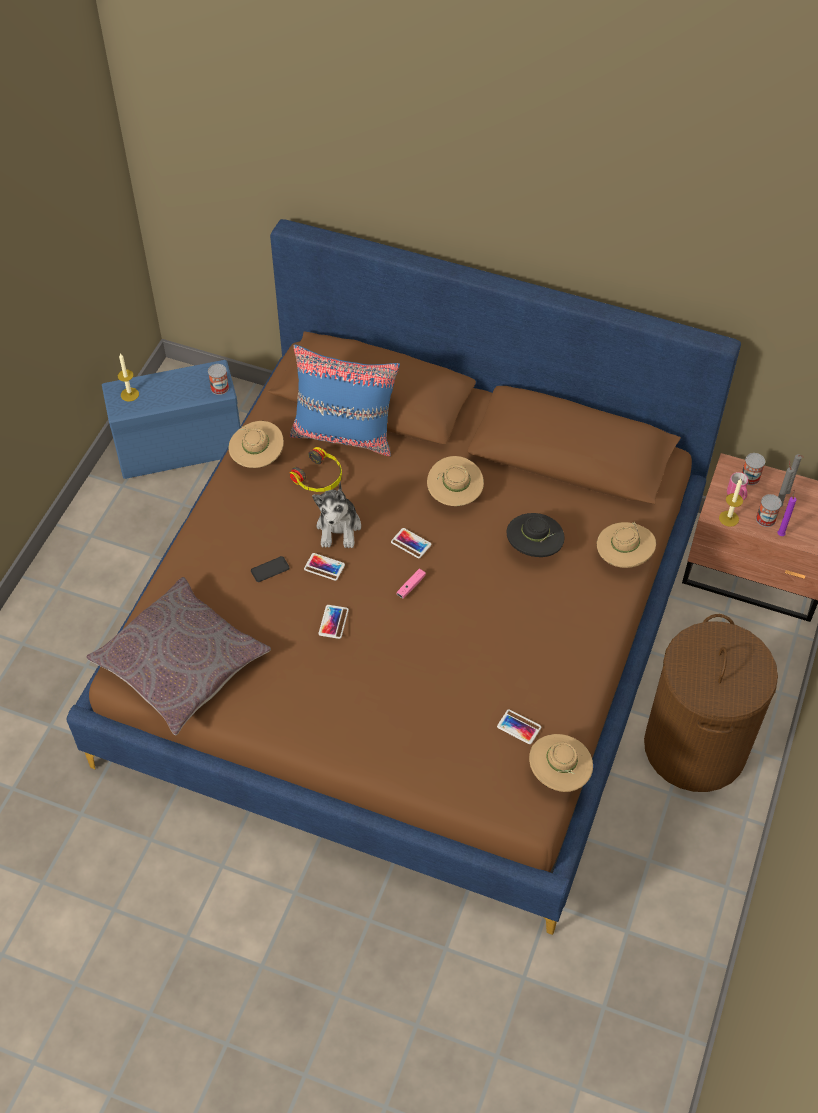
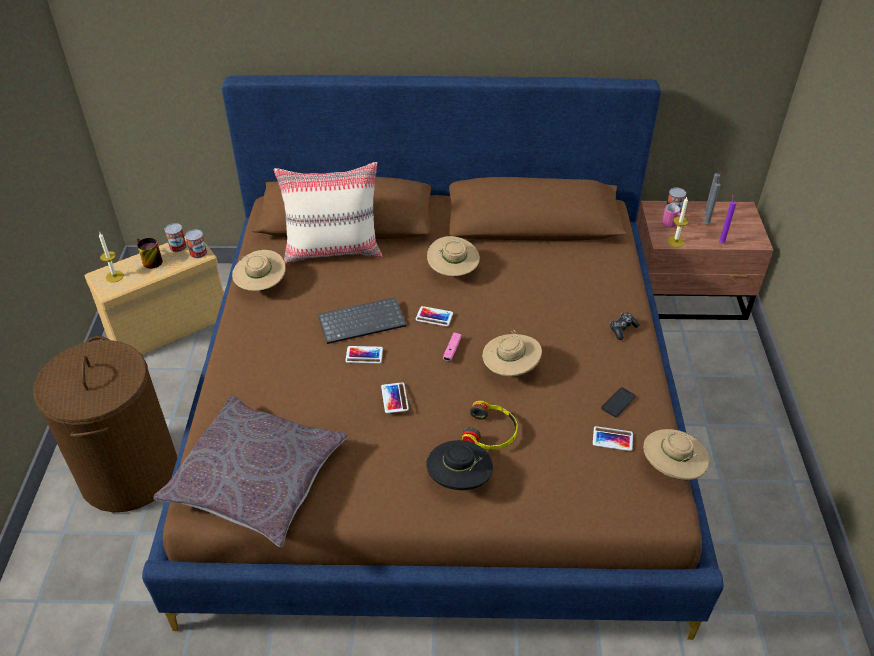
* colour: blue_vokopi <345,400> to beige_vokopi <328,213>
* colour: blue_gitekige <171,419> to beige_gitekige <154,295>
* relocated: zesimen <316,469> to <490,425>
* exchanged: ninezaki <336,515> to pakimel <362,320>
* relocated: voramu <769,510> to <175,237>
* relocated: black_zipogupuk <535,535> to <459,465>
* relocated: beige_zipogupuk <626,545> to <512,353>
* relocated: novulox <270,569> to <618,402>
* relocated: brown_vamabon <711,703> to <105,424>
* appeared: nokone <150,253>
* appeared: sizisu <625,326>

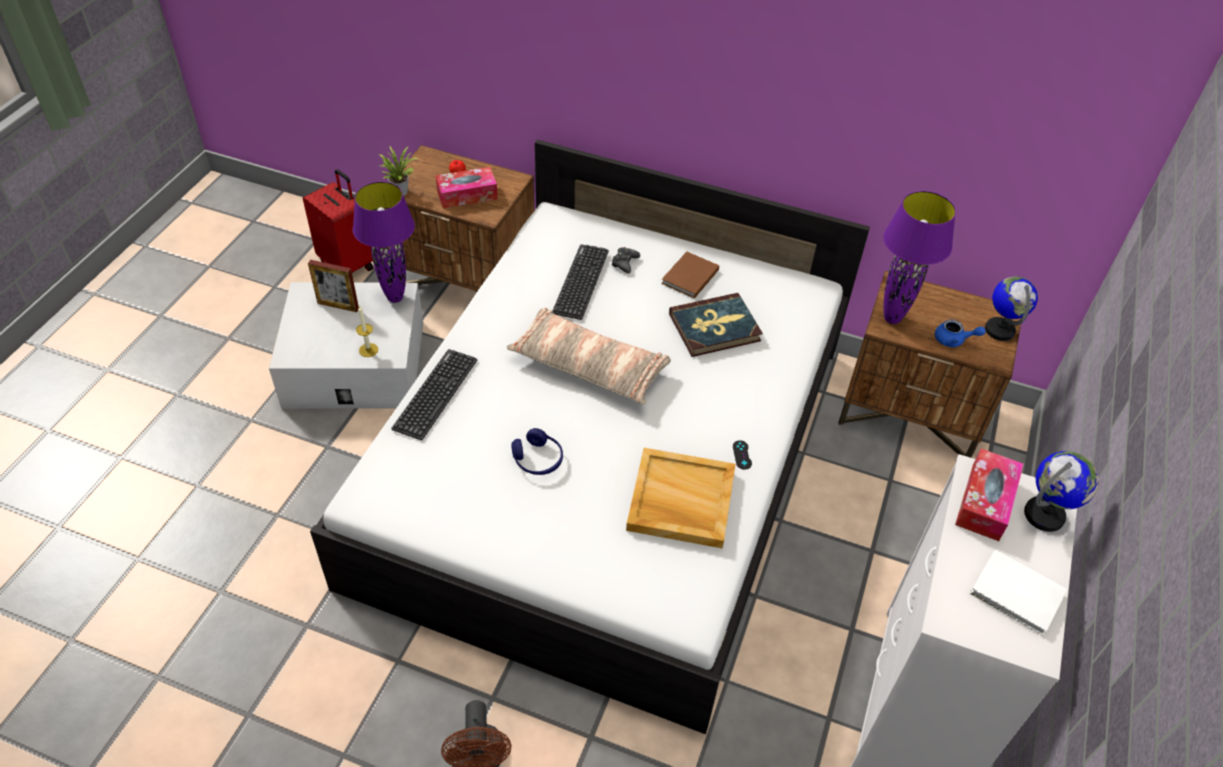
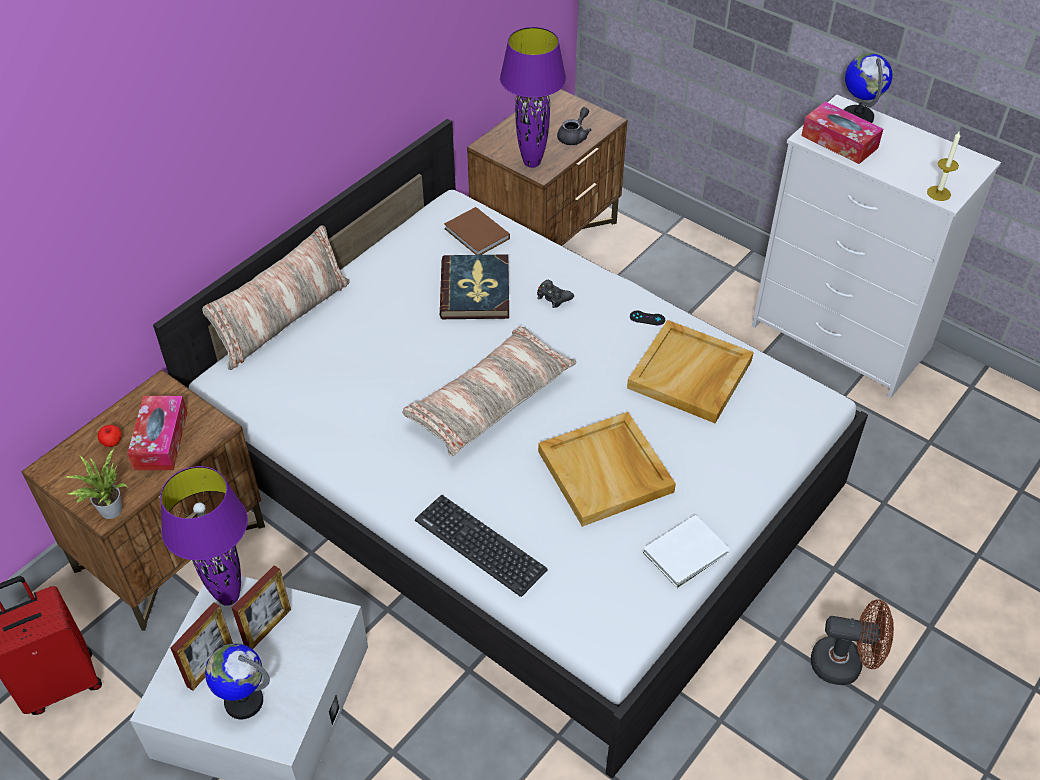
* missing: pakimel <580,282>
* relocated: black_sizisu <625,260> to <555,294>
* relocated: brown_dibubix <690,275> to <477,231>
* relocated: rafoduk <1011,309> to <237,681>
* relocated: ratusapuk <367,331> to <943,166>
* colour: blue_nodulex <960,333> to grey_nodulex <574,126>
* exchanged: blue_zesimen <537,451> to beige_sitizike <607,469>
* relocated: white_dibubix <1018,593> to <686,551>
* appeared: vokopi <276,297>
* appeared: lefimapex <261,607>

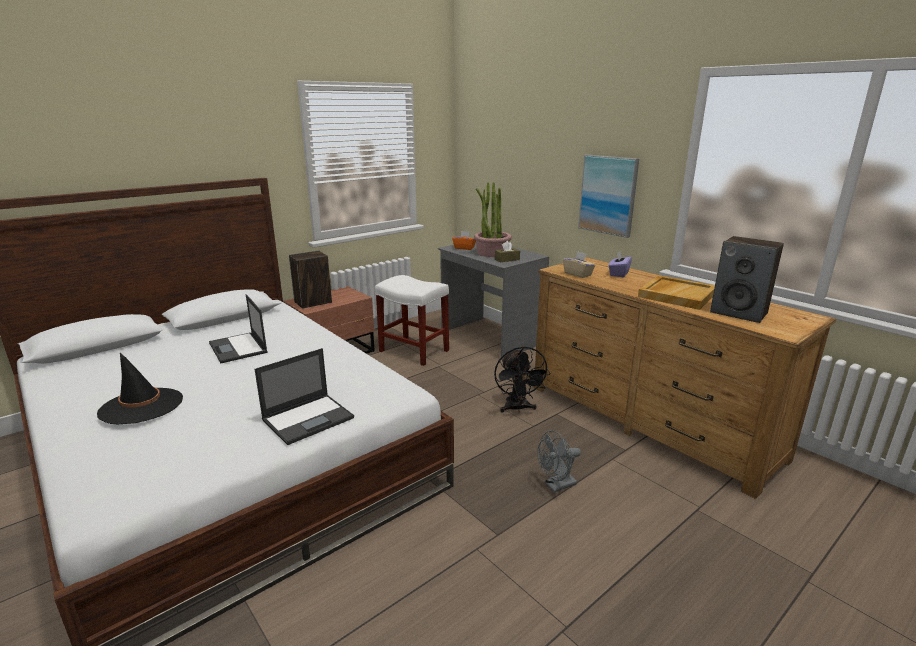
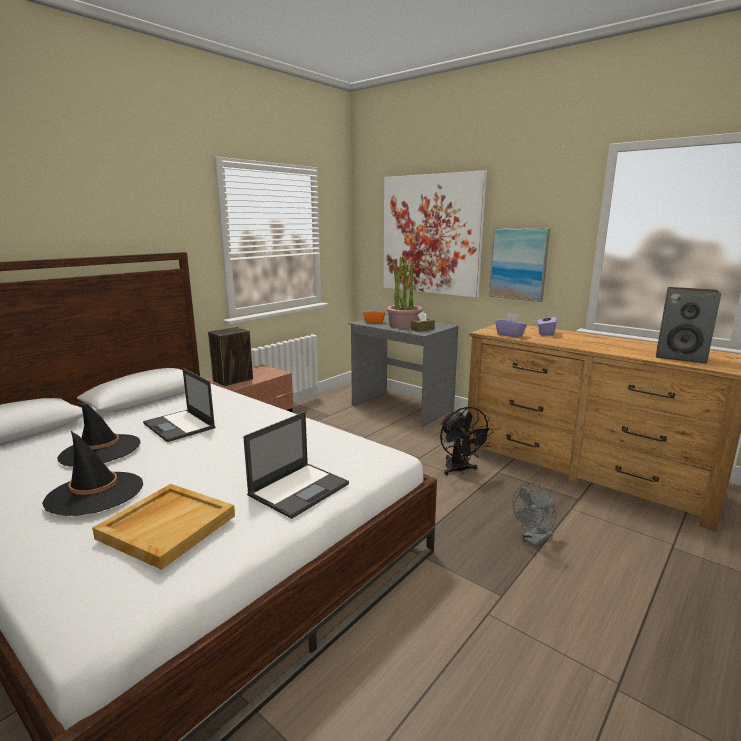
* colour: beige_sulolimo <579,264> to purple_sulolimo <511,325>
* missing: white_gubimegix <412,320>
* relocated: beige_sitizike <676,292> to <163,527>
* appeared: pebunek <435,234>
* appeared: black_zipogupuk <99,434>

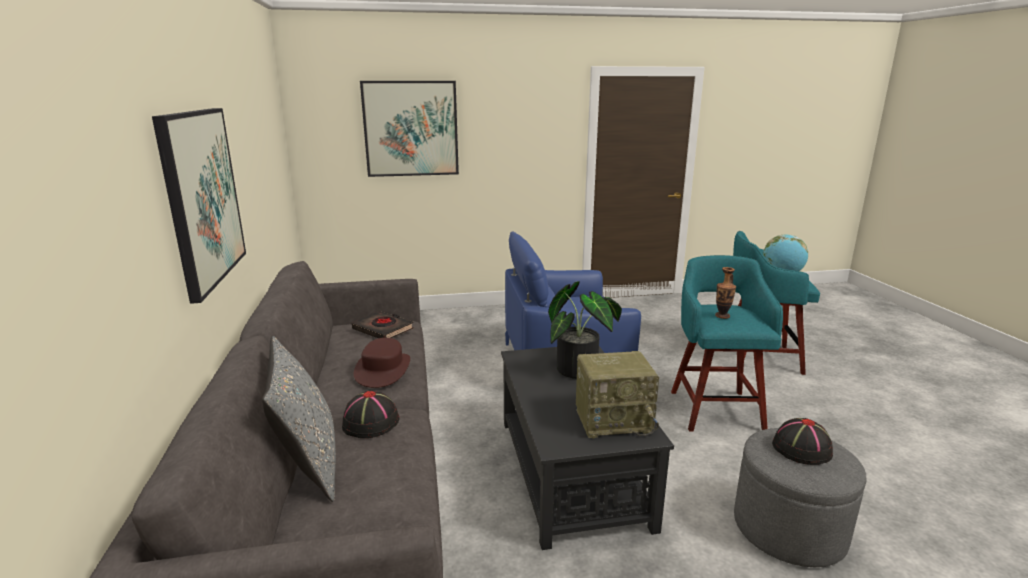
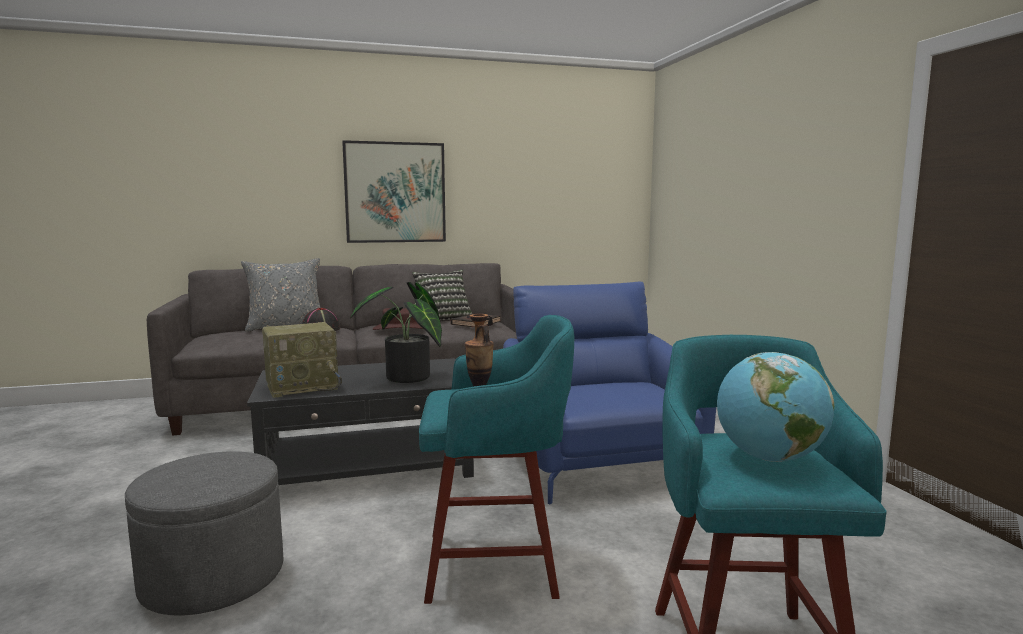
* missing: pebunek <409,129>
* spun: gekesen <617,395> = <302,360> 105 degrees counterclockwise
* missing: black_zipogupuk <802,441>
* appeared: vokopi <442,295>

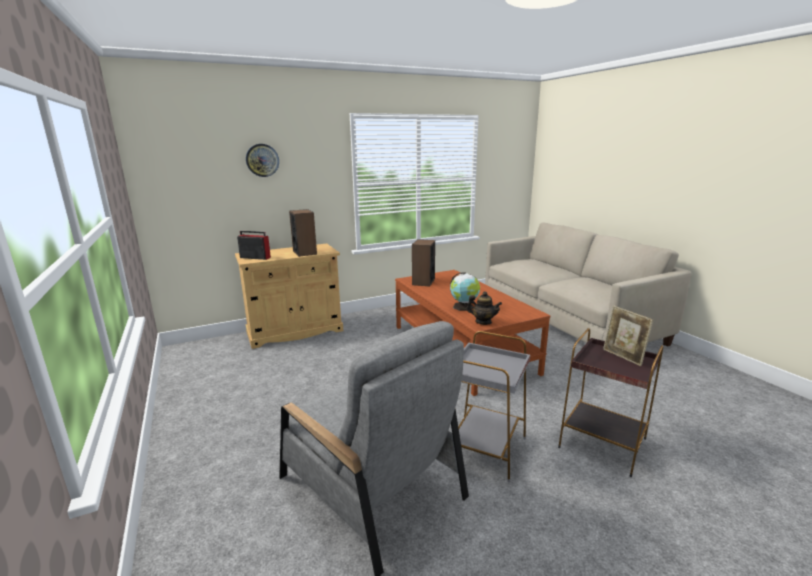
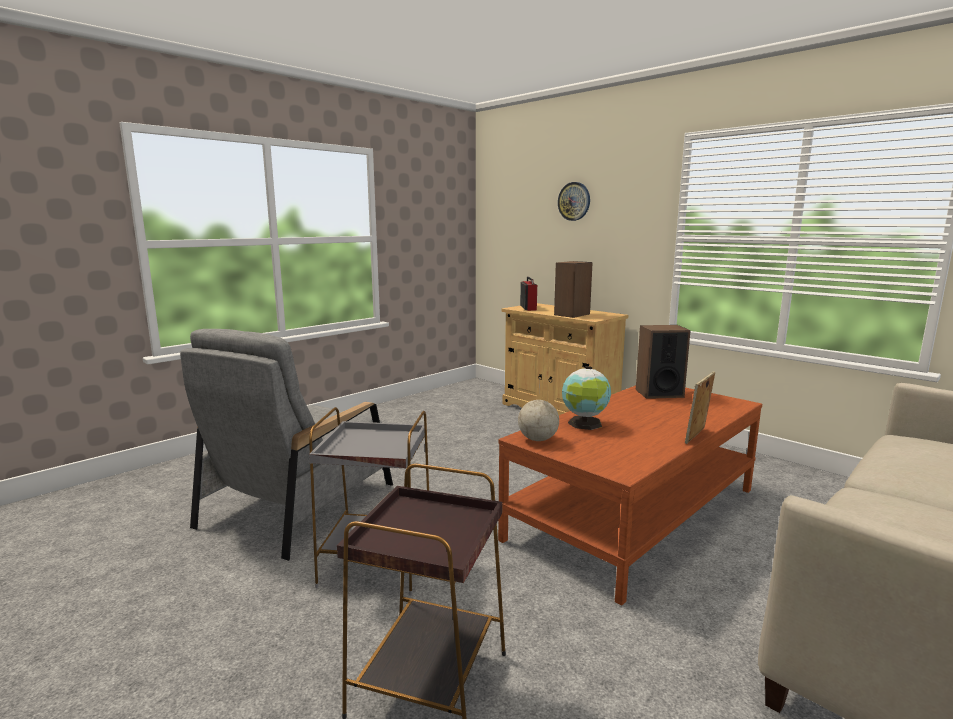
* exchanged: nodulex <484,308> to rafoduk <538,411>
* relocated: lefimapex <628,336> to <700,407>

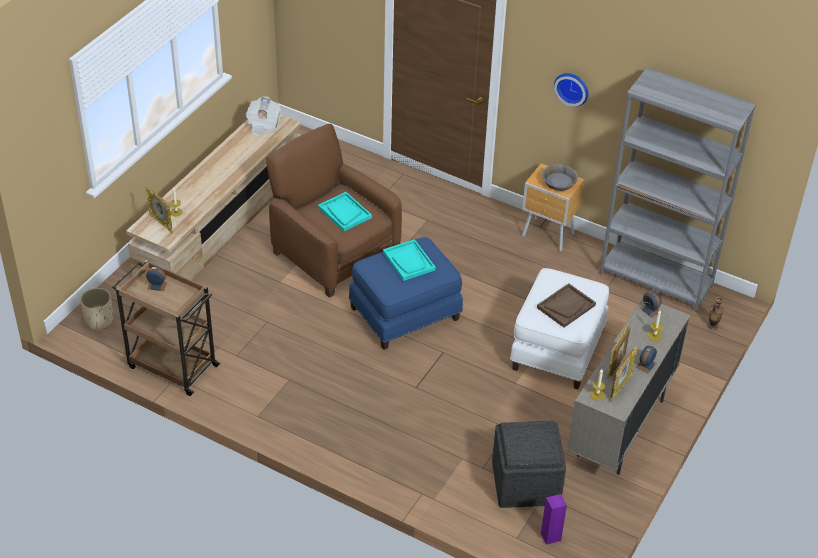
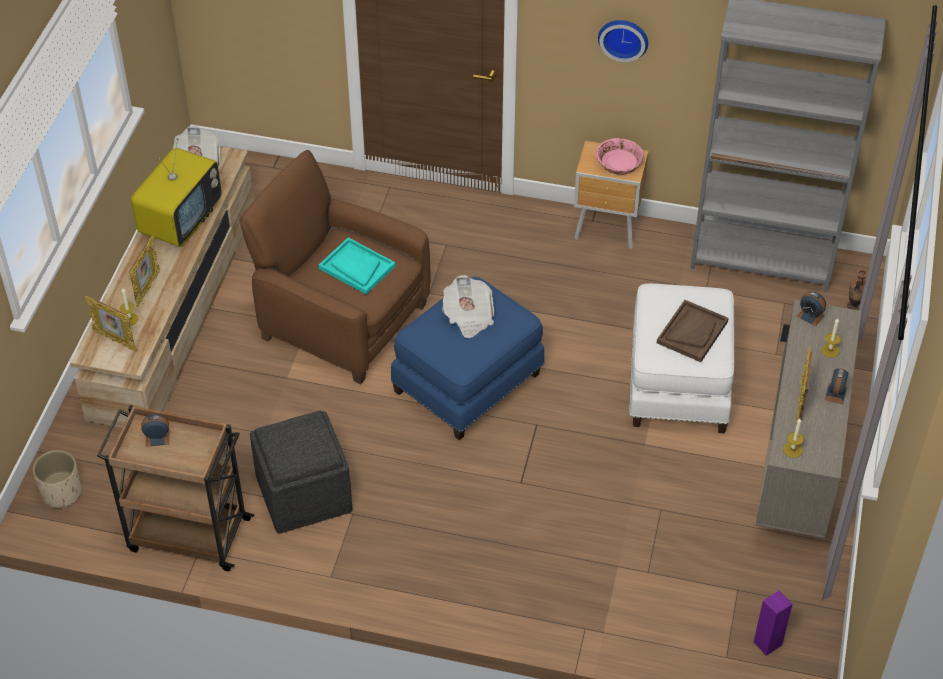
* colour: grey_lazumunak <560,178> to pink_lazumunak <620,156>
* exchanged: turquoise_sitizike <409,260> to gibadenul <468,306>
* relocated: lefimapex <624,374> to <144,271>
* relocated: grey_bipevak <529,464> to <301,472>
* appeared: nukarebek <176,192>

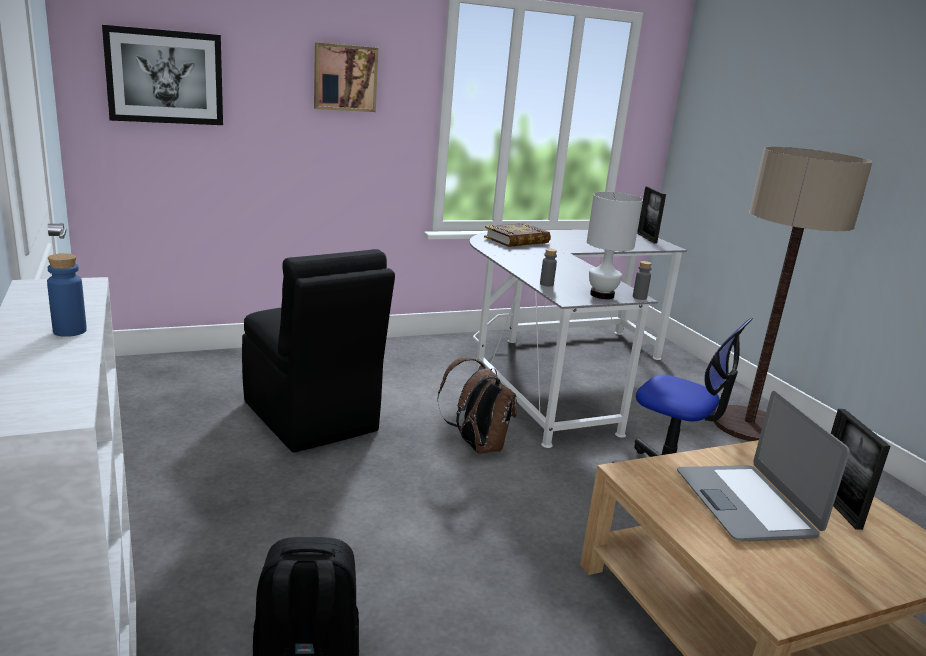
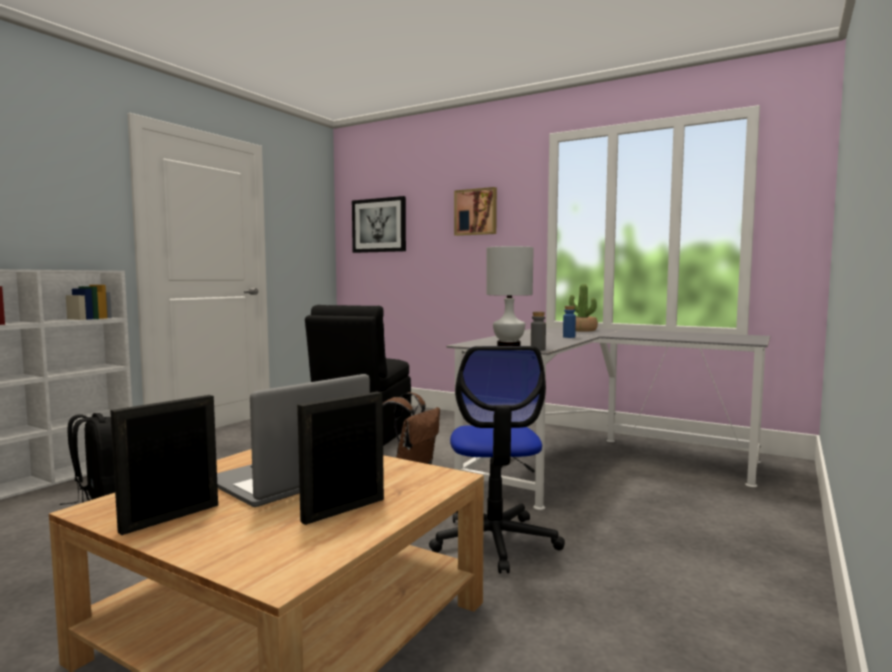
* missing: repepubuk <793,294>
* relocated: lefimapex <651,214> to <164,465>
* exchanged: dibubix <517,235> to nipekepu <583,307>
* missing: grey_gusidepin <548,267>
* relocated: blue_gusidepin <67,295> to <569,322>

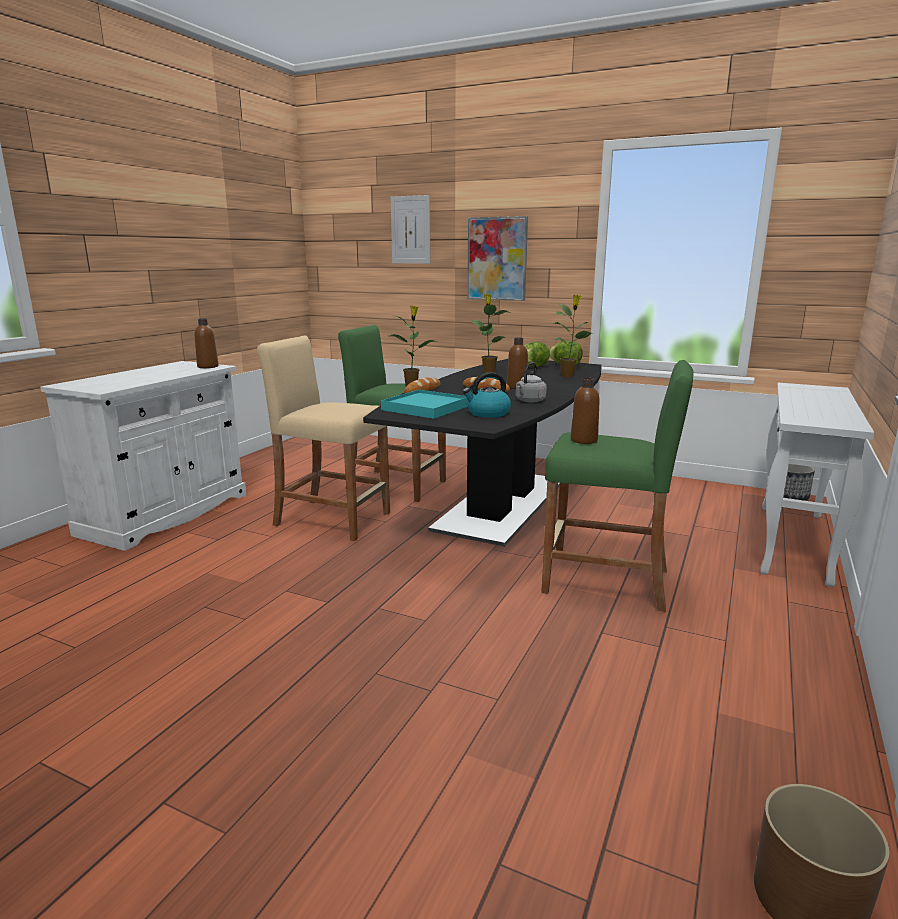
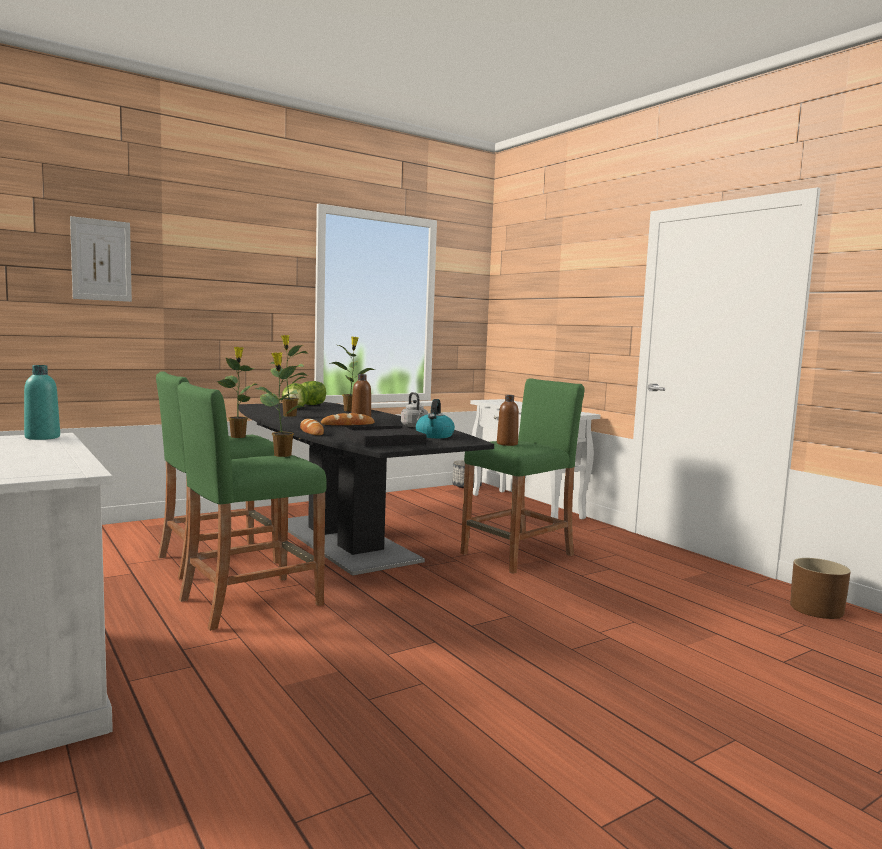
* missing: pebunek <497,258>
* colour: brown_gusidepin <206,343> to turquoise_gusidepin <42,402>
* colour: beige_gubimegix <323,438> to green_gubimegix <252,506>
* colour: turquoise_sitizike <424,404> to black_sitizike <386,436>
* appeared: nipekepu <281,404>

